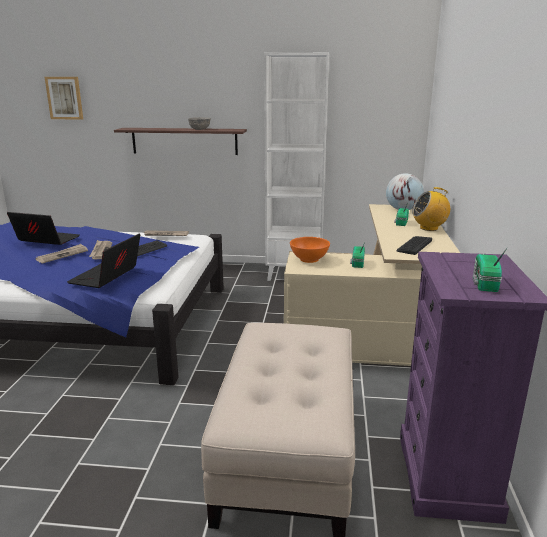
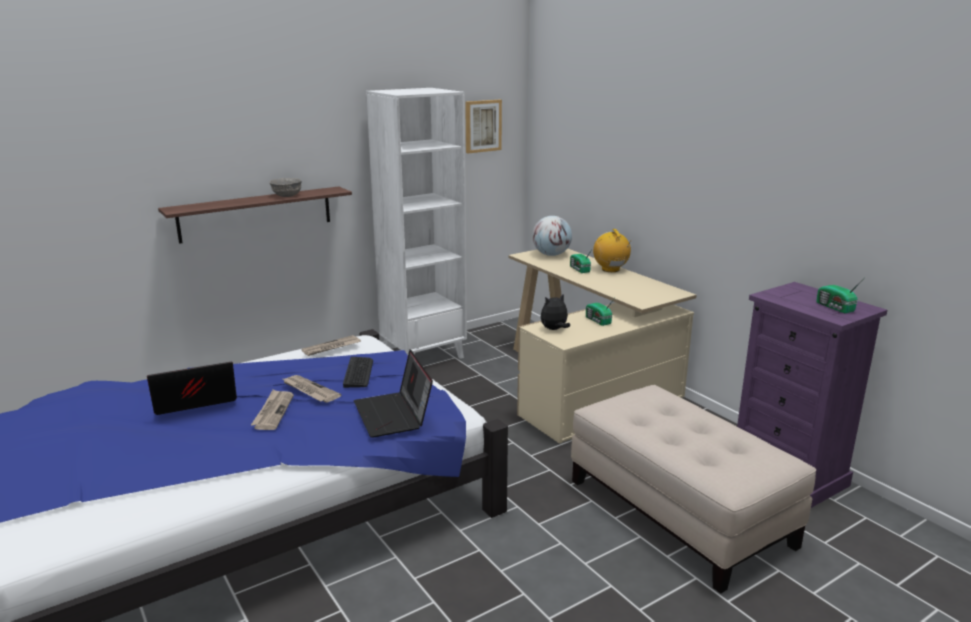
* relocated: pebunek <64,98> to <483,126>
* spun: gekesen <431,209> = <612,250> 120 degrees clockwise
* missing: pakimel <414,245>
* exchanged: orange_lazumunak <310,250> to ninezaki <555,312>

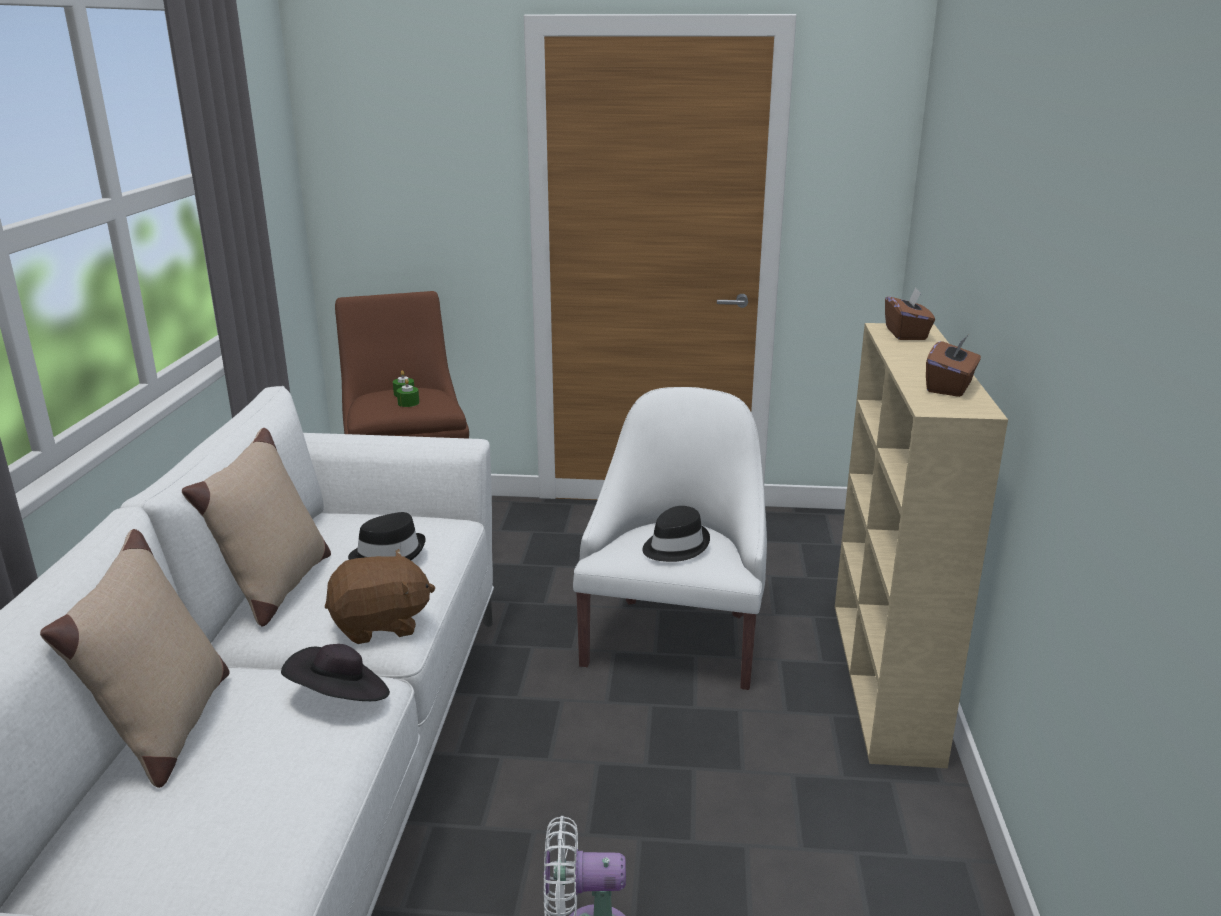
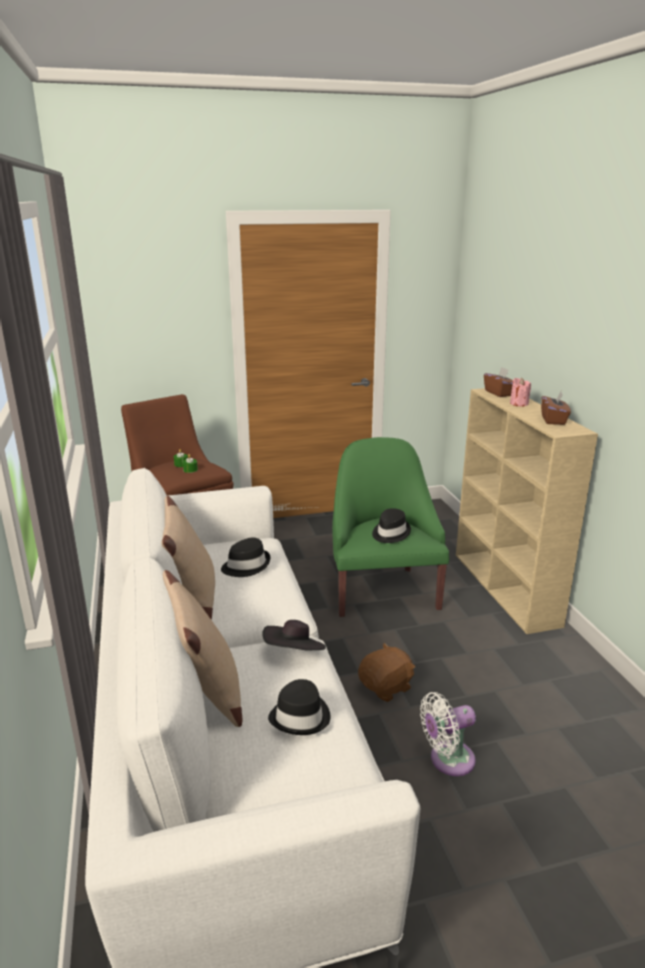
* colour: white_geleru <670,538> to green_geleru <390,527>
* relocated: brown_ninezaki <380,596> to <386,672>
* appeared: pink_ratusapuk <520,392>
* appeared: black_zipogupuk <299,707>

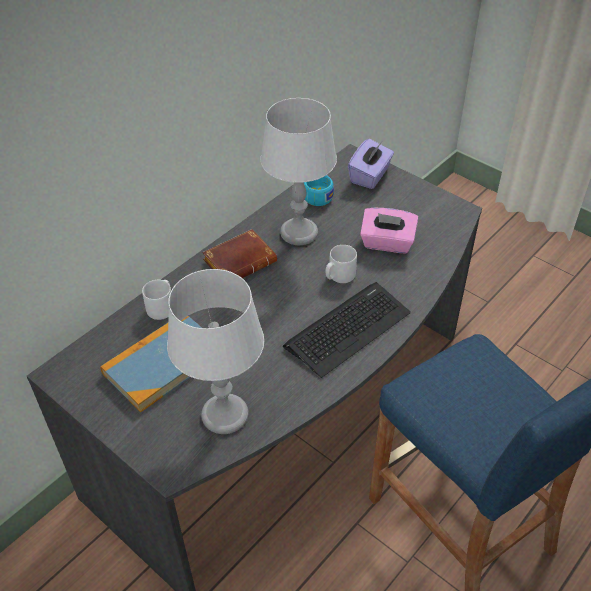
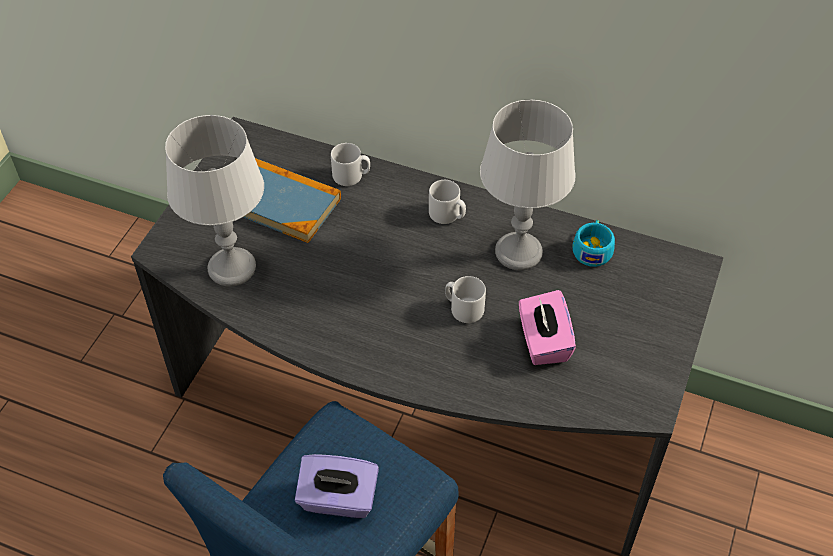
* relocated: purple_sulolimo <371,164> to <337,486>
* exchanged: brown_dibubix <239,253> to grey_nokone <447,202>
* missing: pakimel <347,330>

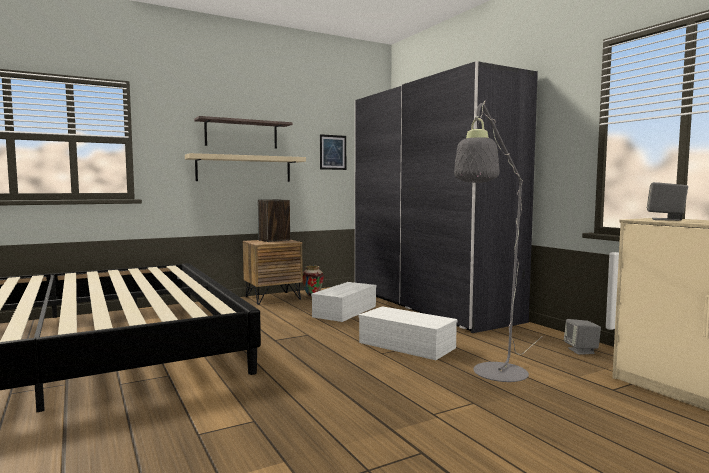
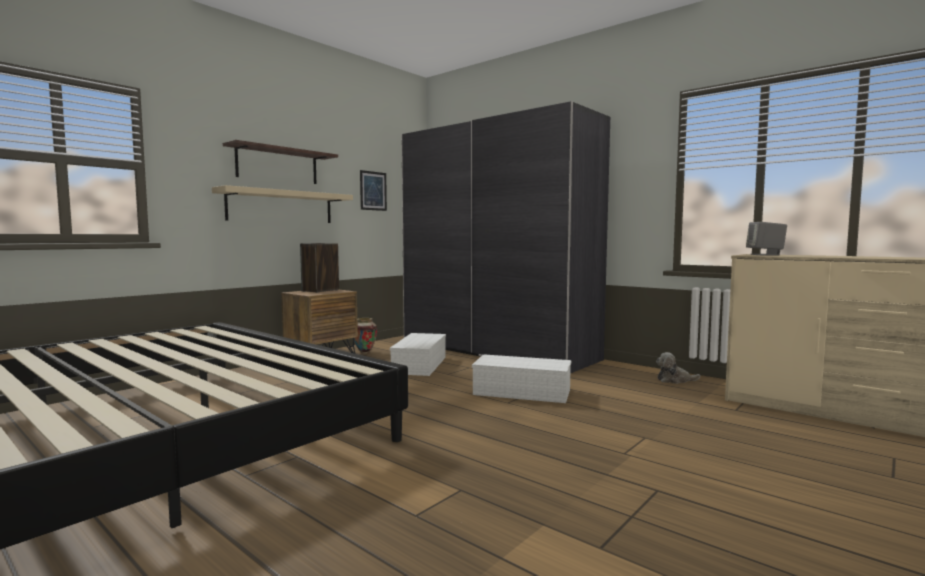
* missing: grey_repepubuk <497,241>
* exchanged: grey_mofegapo <582,337> to ninezaki <678,368>

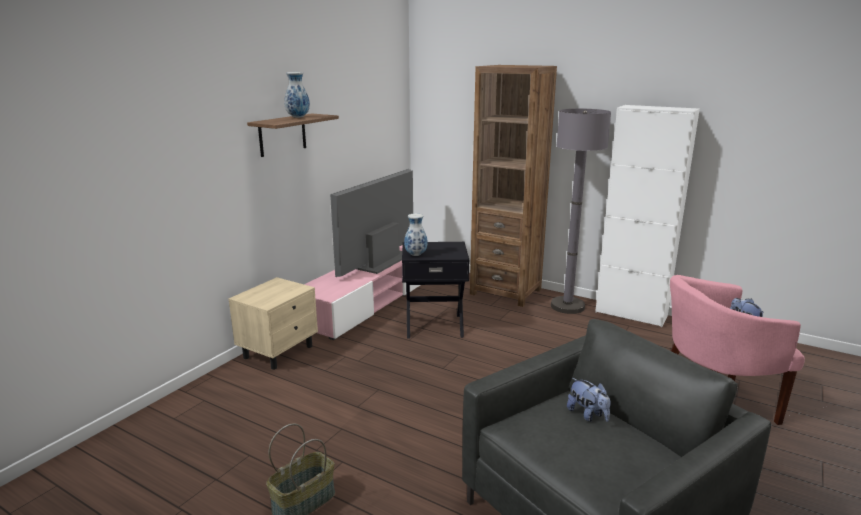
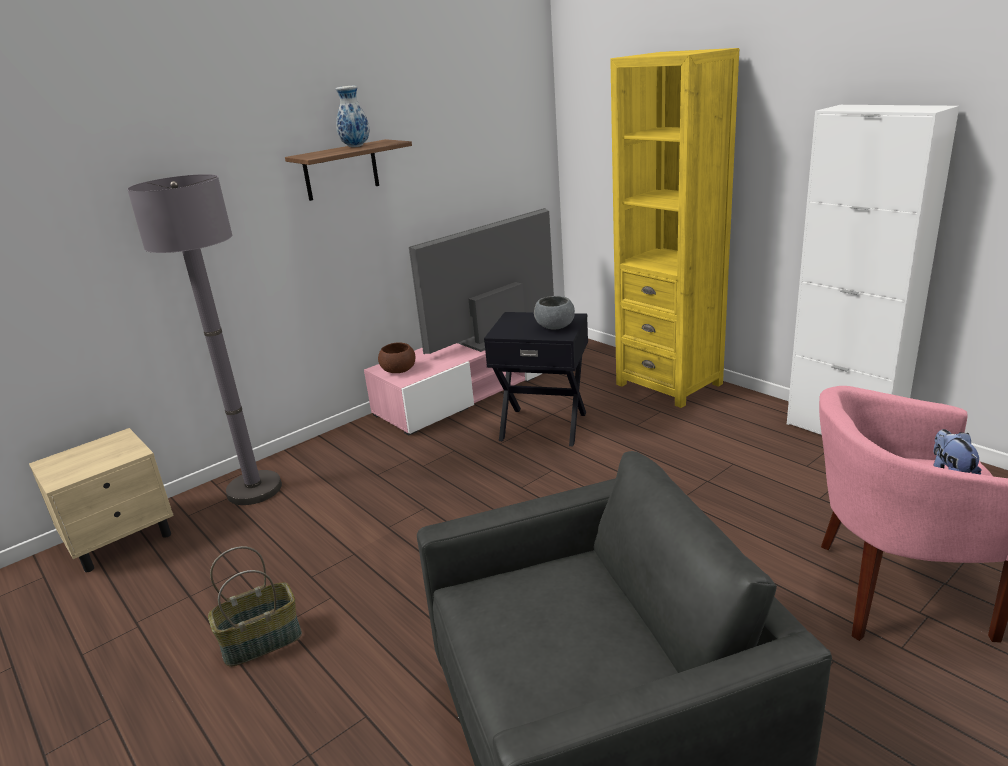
* colour: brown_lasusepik <513,186> to yellow_lasusepik <674,228>
* relocated: grey_repepubuk <581,211> to <204,339>
* missing: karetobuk <416,235>
* relocated: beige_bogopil <273,323> to <101,500>
* missing: ninezaki <588,400>
* appeared: grey_lazumunak <554,313>
* appeared: brown_lazumunak <396,357>

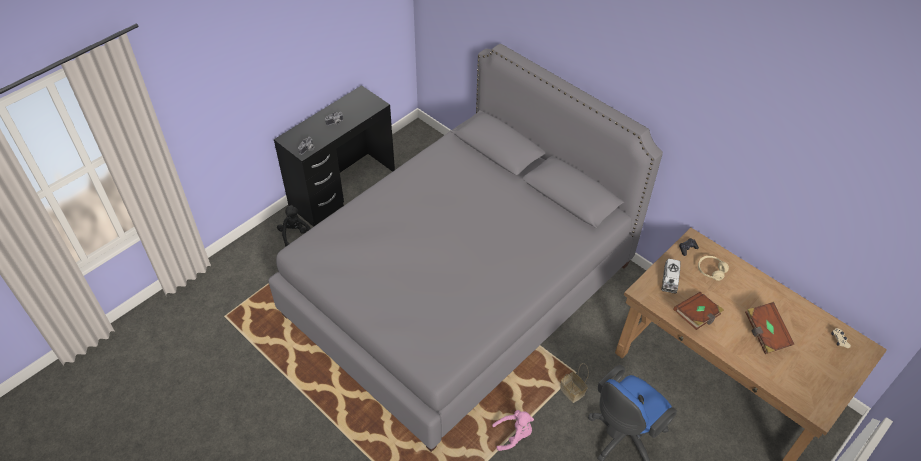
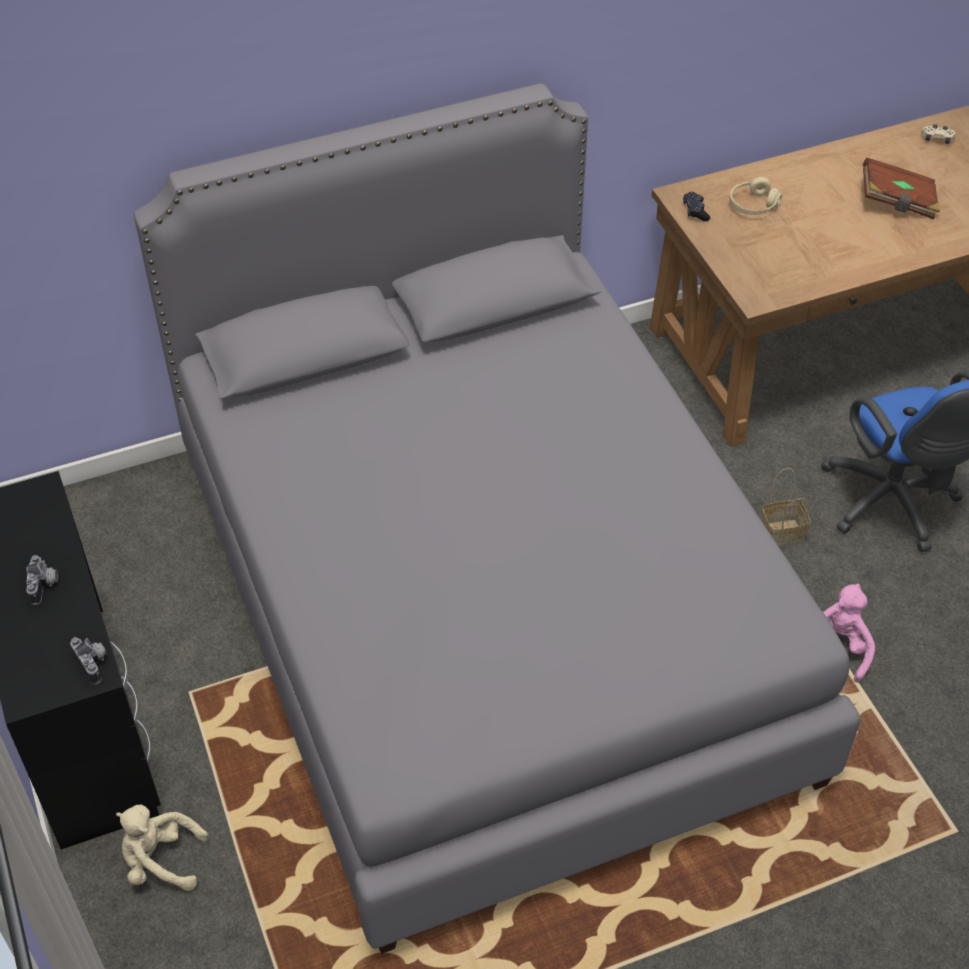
* colour: black_ninezaki <293,226> to beige_ninezaki <162,848>
* missing: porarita <671,276>
* missing: brown_dibubix <698,311>

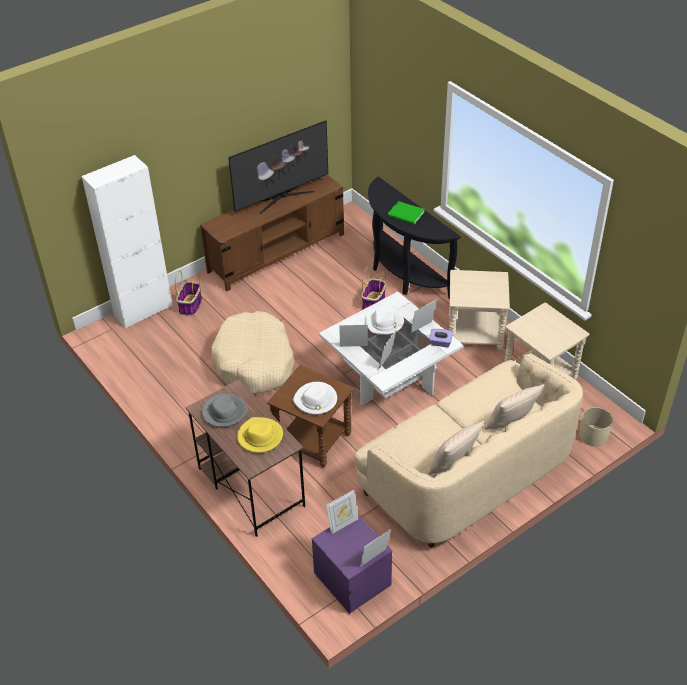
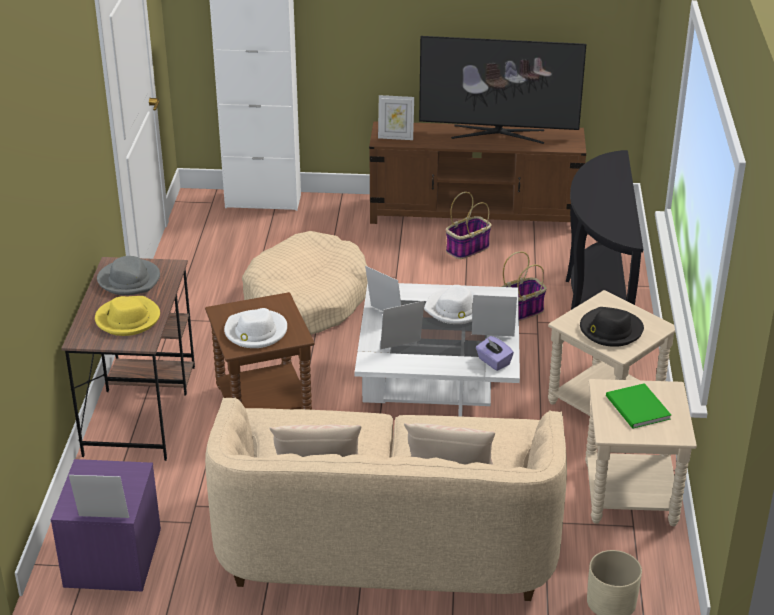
* relocated: green_dibubix <406,212> to <638,406>
* relocated: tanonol <188,293> to <468,225>
* relocated: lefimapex <342,512> to <396,117>
* appeared: black_zipogupuk <612,327>

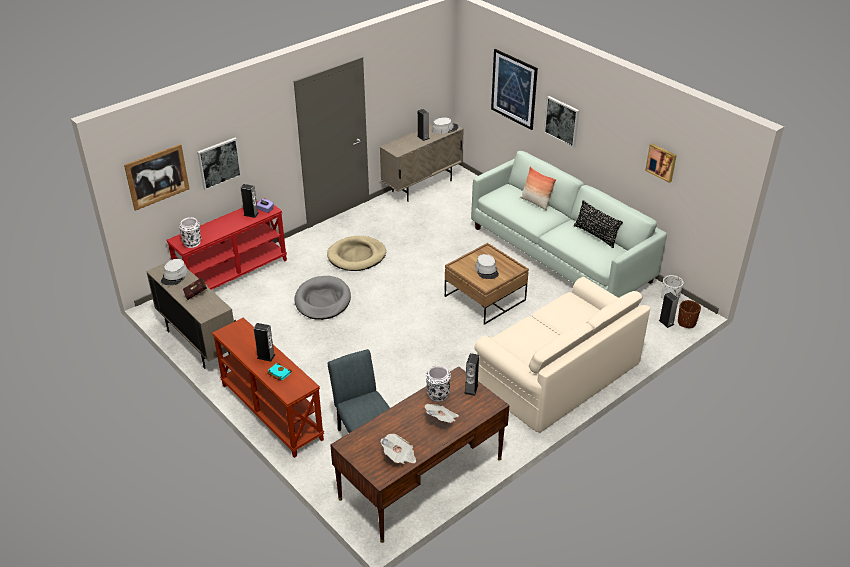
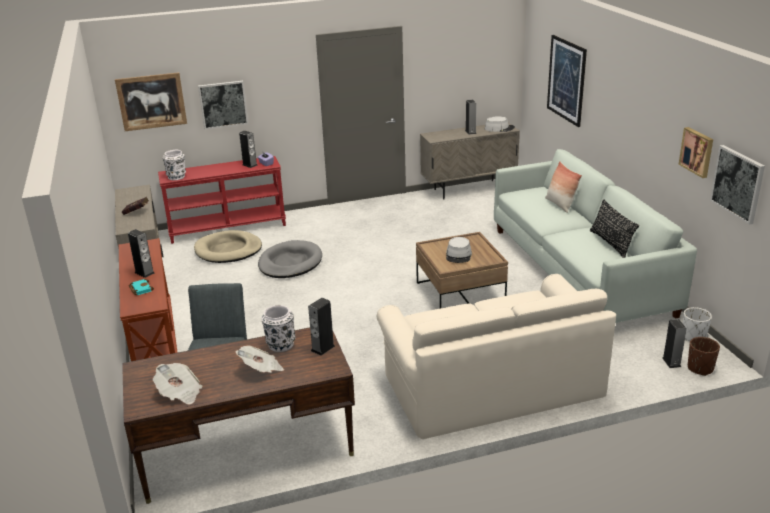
* relocated: pebunek <561,122> to <737,185>
* relocated: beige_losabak <356,253> to <228,246>
* missing: grey_zipogupuk <174,272>

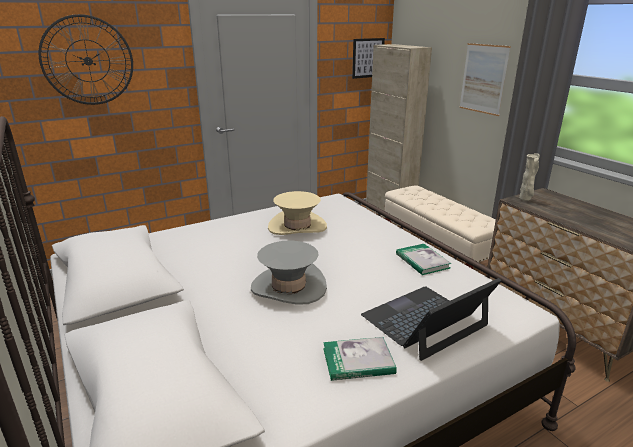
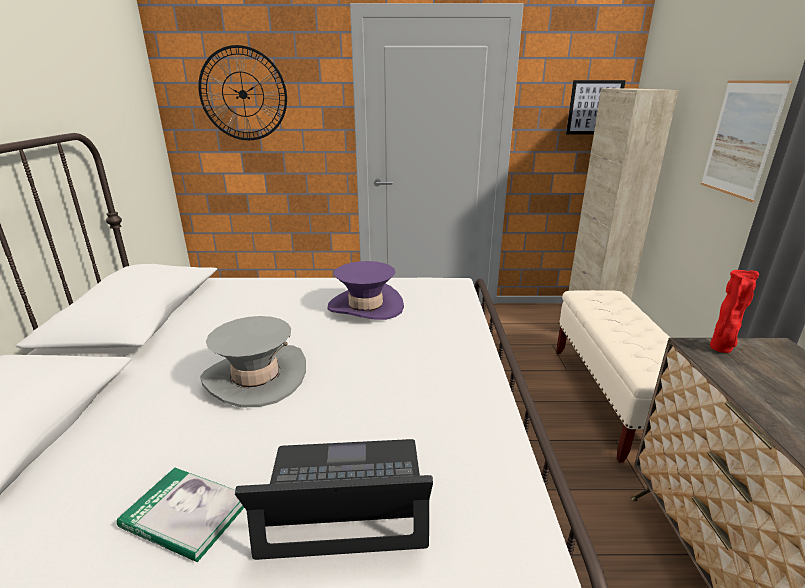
* colour: beige_karetobuk <529,177> to red_karetobuk <734,311>
* colour: beige_zipogupuk <297,213> to purple_zipogupuk <366,290>
* missing: dibubix <423,259>

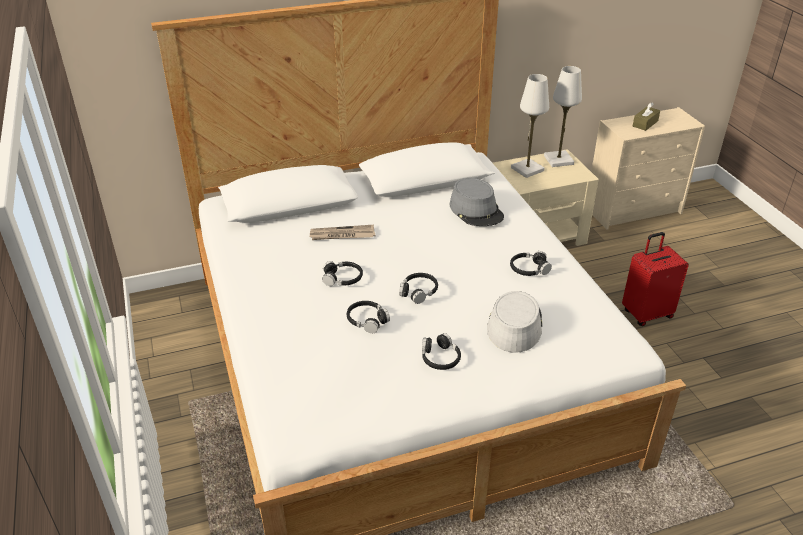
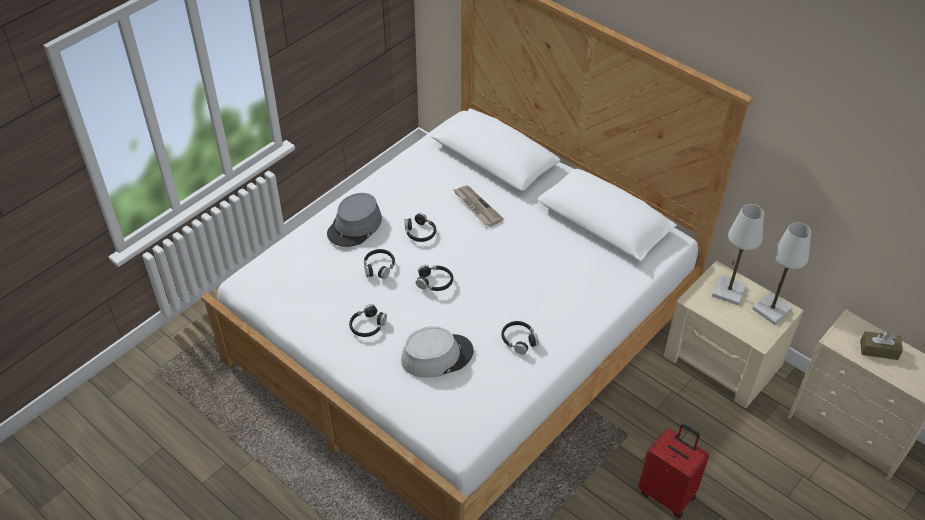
* relocated: grey_zipogupuk <477,202> to <354,220>

